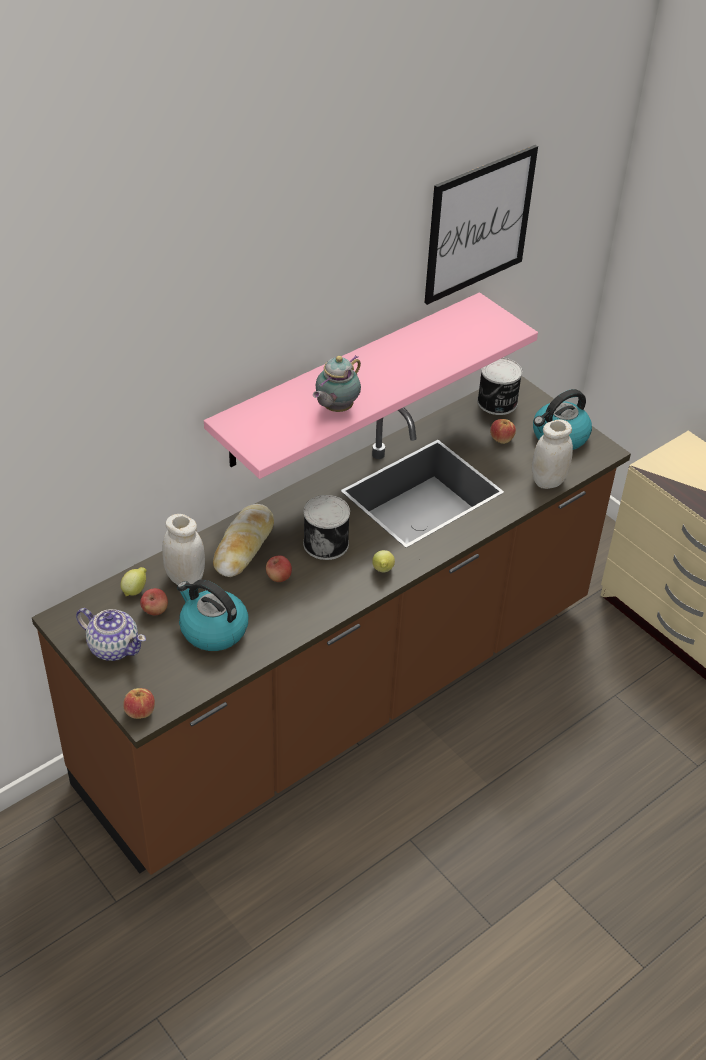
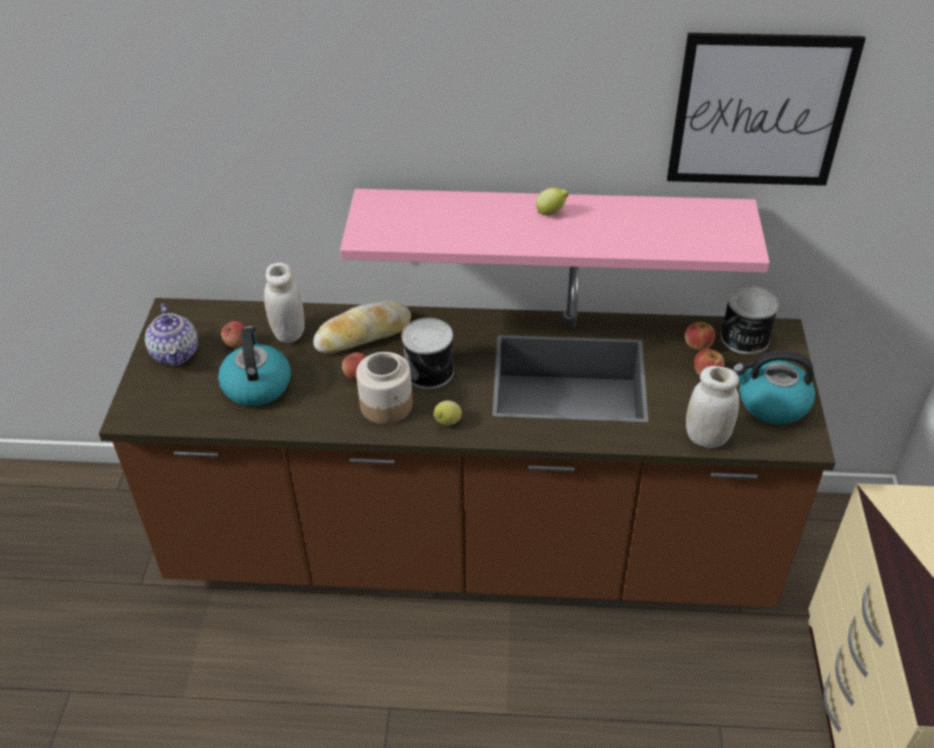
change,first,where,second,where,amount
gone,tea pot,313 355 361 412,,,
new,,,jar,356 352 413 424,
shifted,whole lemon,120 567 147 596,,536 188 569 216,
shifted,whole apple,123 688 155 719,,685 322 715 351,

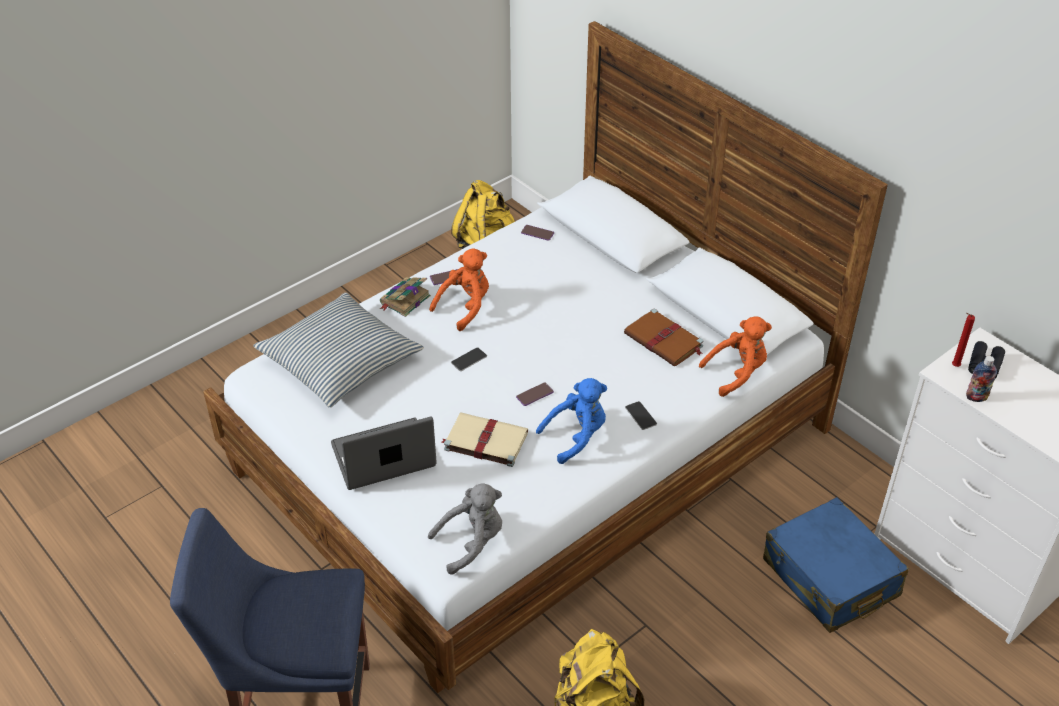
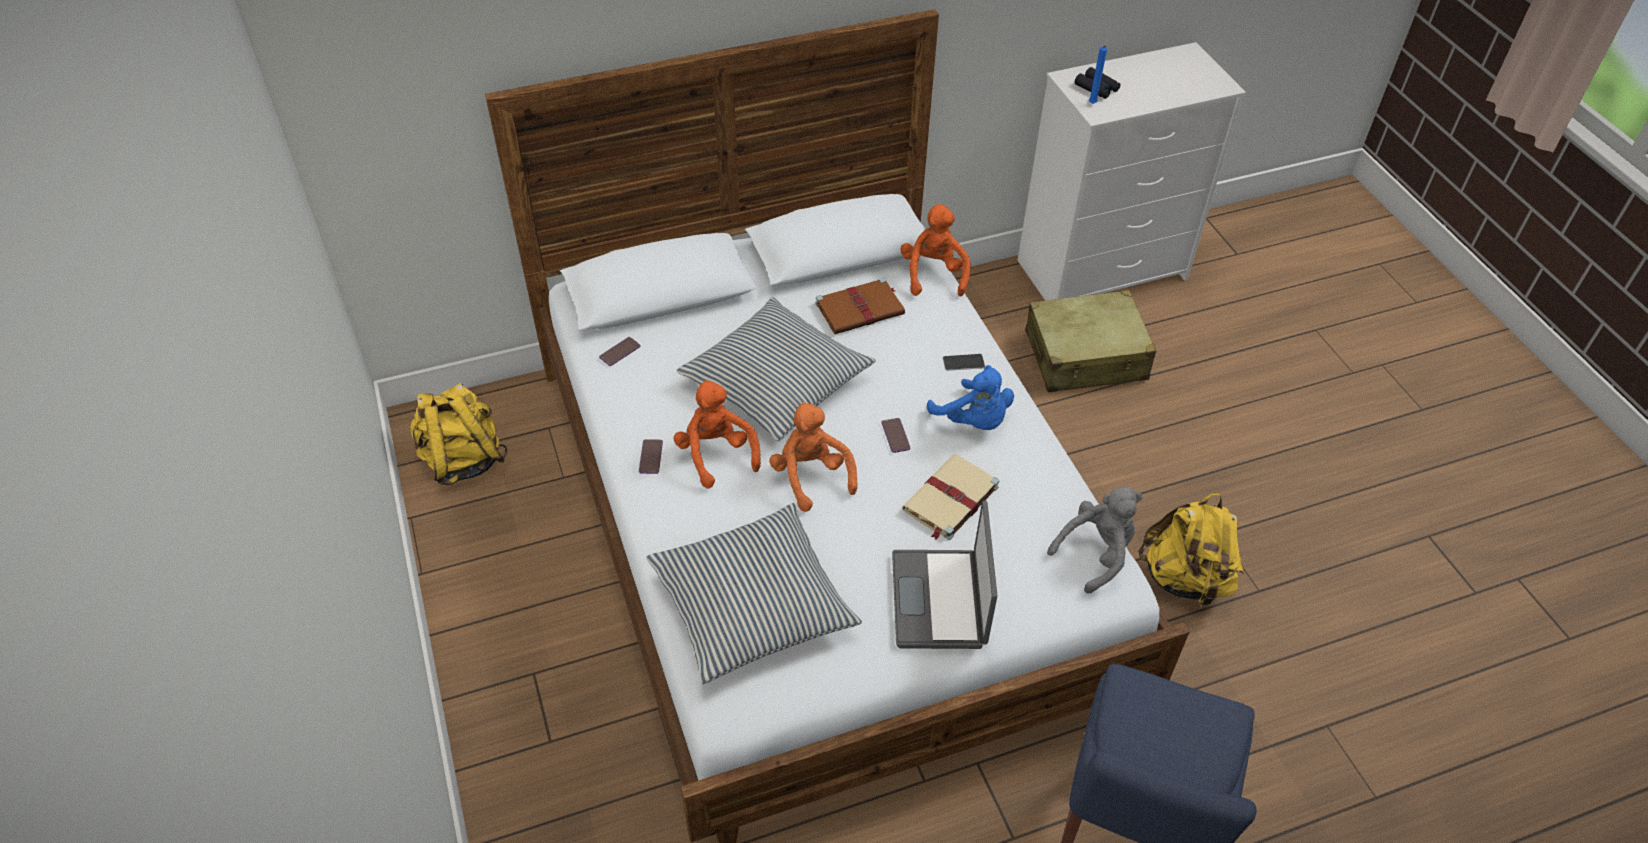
change,first,where,second,where,amount
gone,book,380 277 431 317,,,
gone,bottle,966 356 997 402,,,
new,,,pillow,676 297 876 441,
swapped,handset,451 347 487 371,soft toy/orange-coloured,769 401 857 512,
repainted,suitcase/bluish,763 497 909 633,suitcase/sand-coloured,1025 290 1156 392,
repainted,wax candle/reddish,952 313 975 367,wax candle/bluish,1089 46 1107 104,
rotated,soft toy/grey,428 484 502 574,,1047 487 1143 594,60 degrees clockwise
rotated,soft toy/bluish,536 378 607 464,,927 365 1014 430,150 degrees clockwise

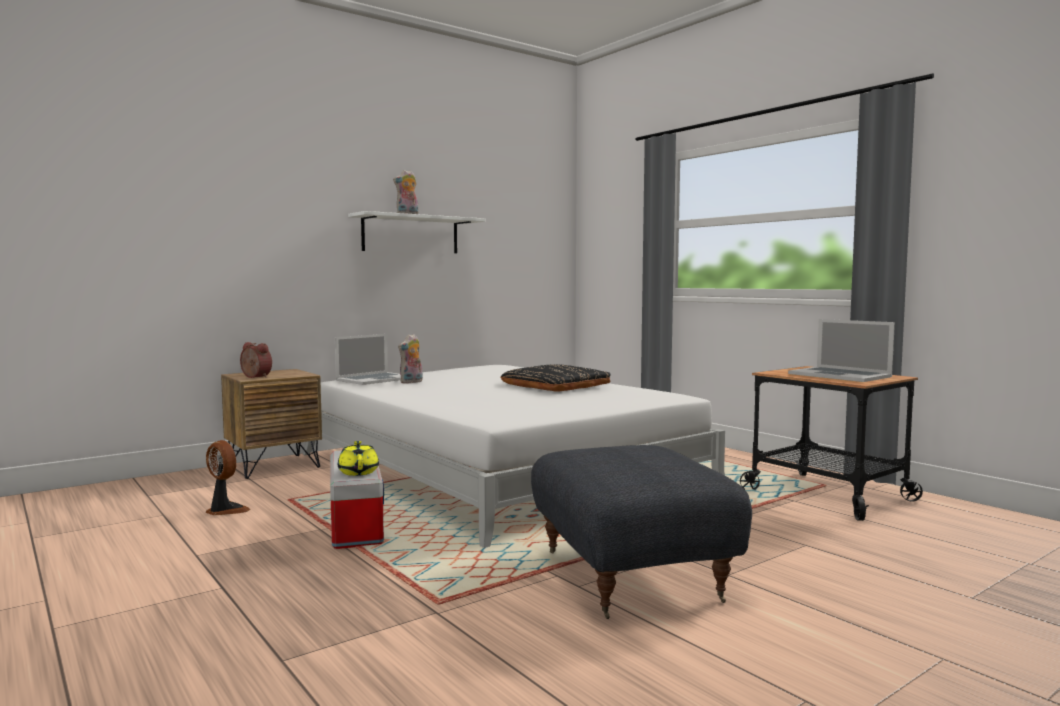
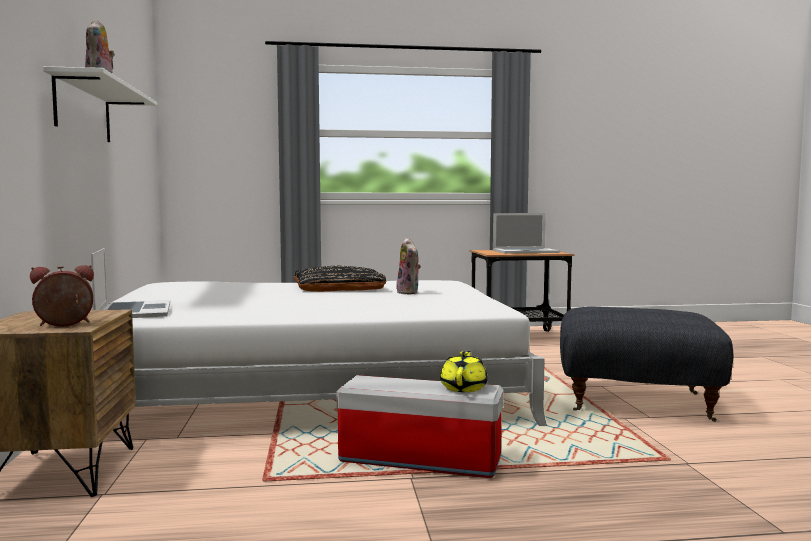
change,first,where,second,where,amount
gone,fan,206 440 251 515,,,
shifted,soft toy,398 334 423 384,,396 238 421 294,
rotated,tea pot/yellow-coloured,338 441 379 476,,440 351 488 392,90 degrees clockwise

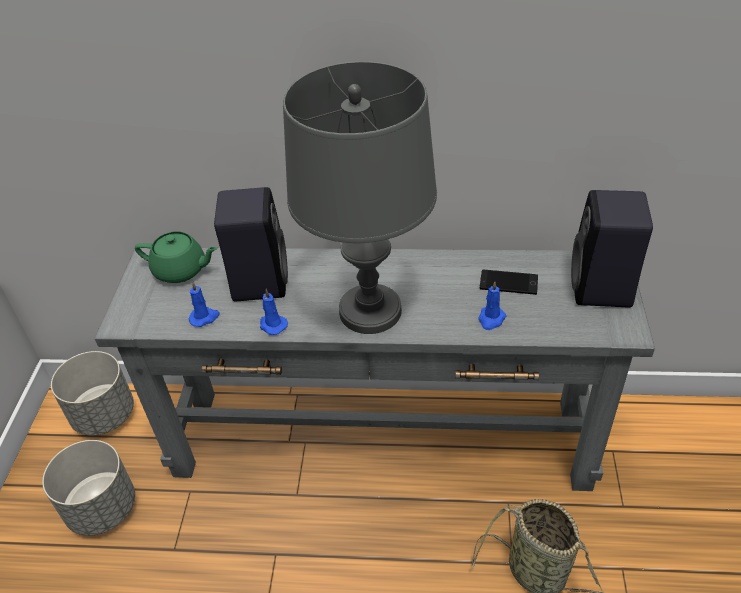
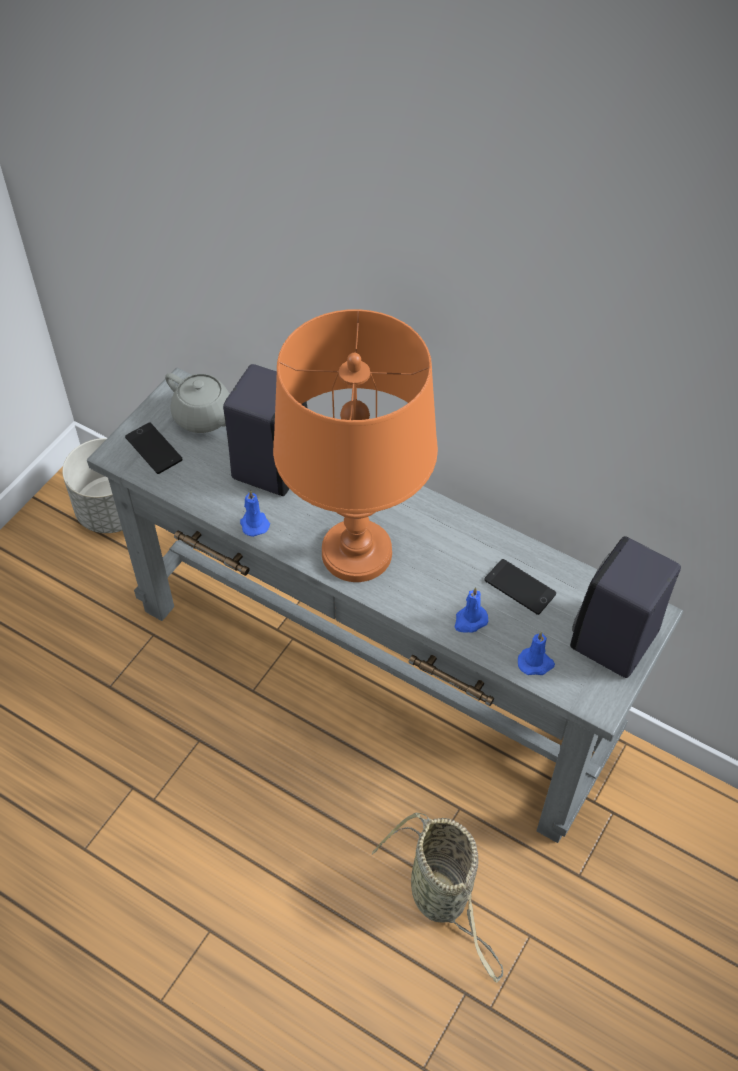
change,first,where,second,where,amount
gone,planter/grey,42 440 135 536,,,
new,,,handset,125 422 183 474,
shifted,wax candle/bluish,189 282 220 327,,518 631 555 675,
repainted,tea pot/green-coloured,135 232 218 283,tea pot/grey,165 373 230 433,
repainted,tabletop lamp/grey,283 61 437 334,tabletop lamp/orange-coloured,273 309 438 582,

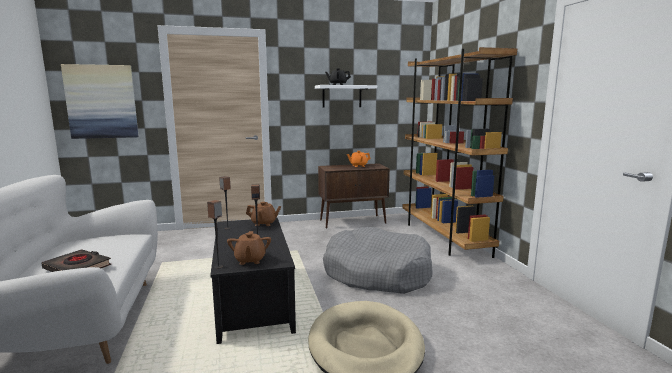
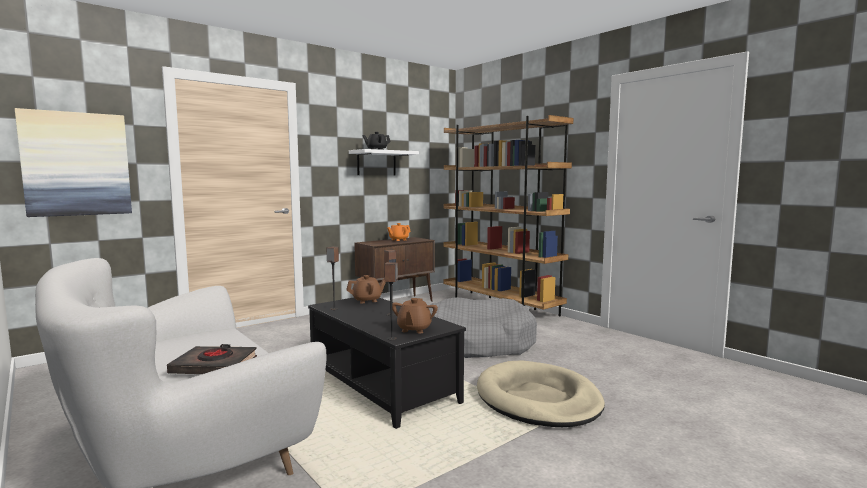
change,first,where,second,where,amount
rotated,tea pot/brown-coloured,227 231 271 265,,392 298 438 334,45 degrees clockwise

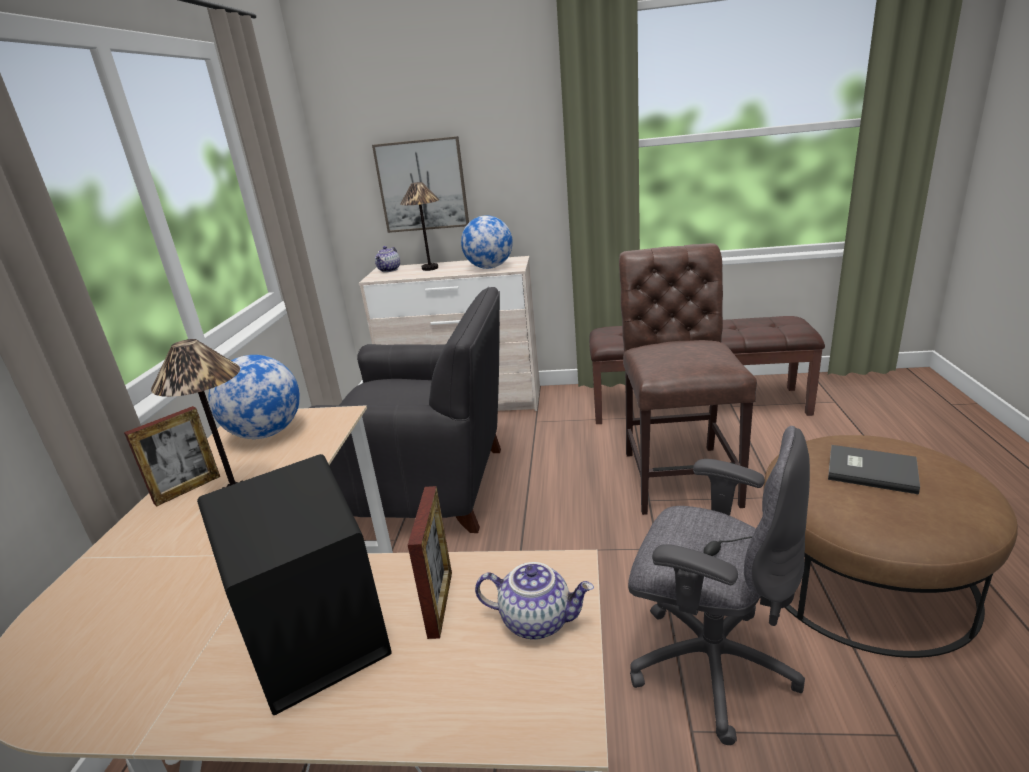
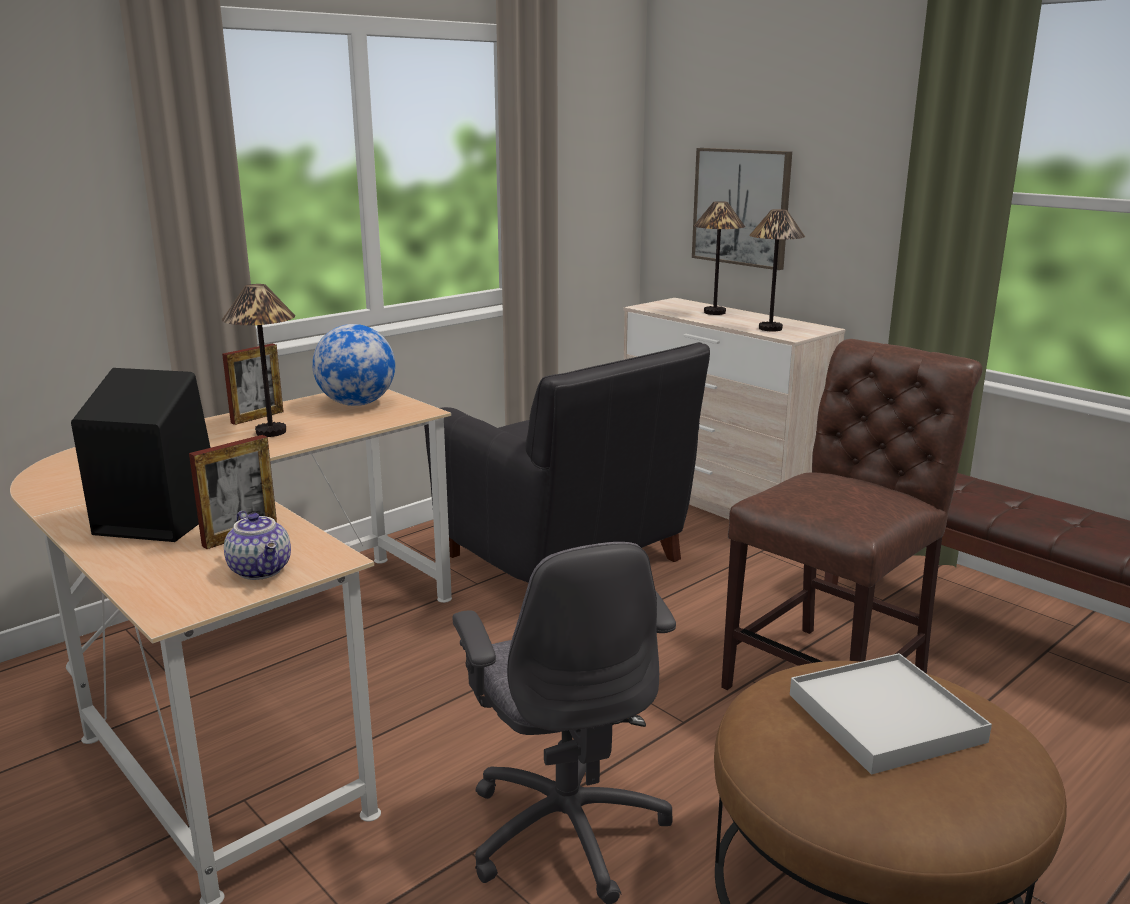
change,first,where,second,where,amount
gone,tea pot,375 246 400 272,,,
swapped,world globe,461 215 513 269,tabletop lamp,749 209 805 331,
swapped,book/grey,828 445 920 494,serving tray/whitish,790 653 992 775,
rotated,standing frame,124 406 220 507,,222 344 284 425,45 degrees counterclockwise

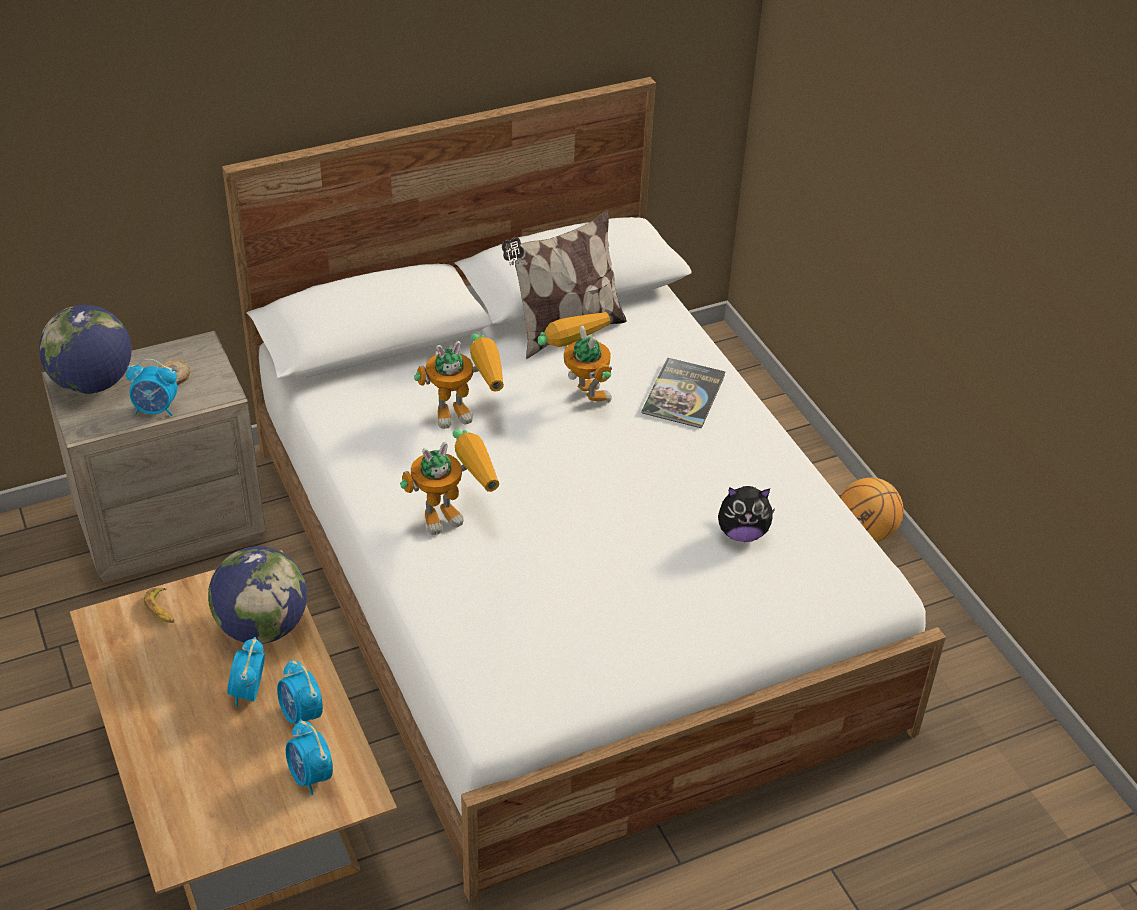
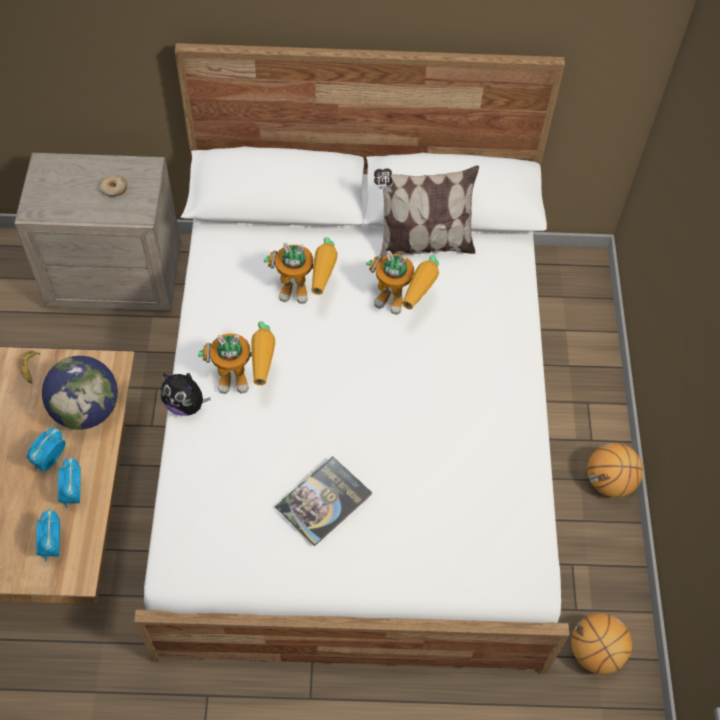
change,first,where,second,where,amount
gone,world globe,39 305 132 394,,,
gone,alarm clock,126 359 177 416,,,
new,,,basketball ball,571 613 632 674,
shifted,book,642 358 725 428,,275 456 372 546,
shifted,soft toy,718 486 775 542,,161 373 211 416,
rotated,model robot,538 312 612 403,,366 251 439 315,120 degrees clockwise

